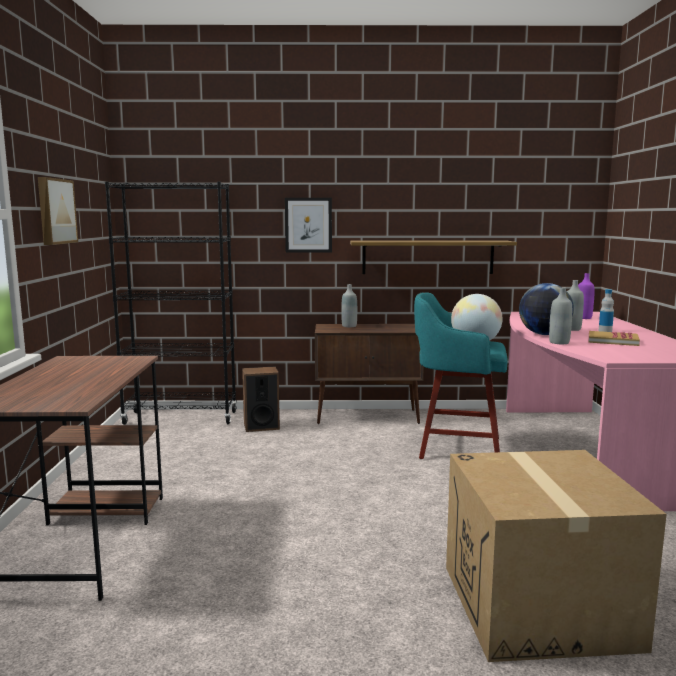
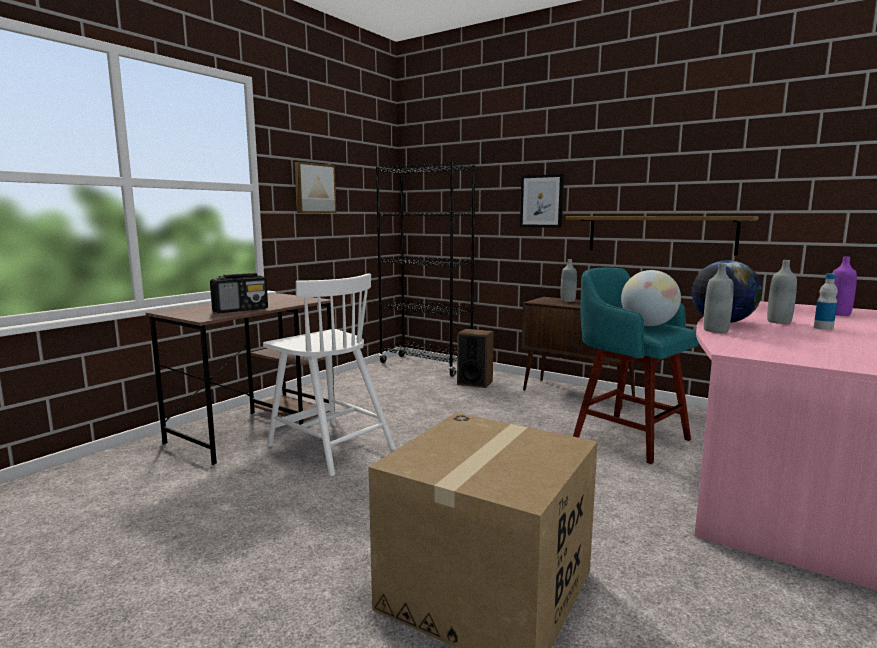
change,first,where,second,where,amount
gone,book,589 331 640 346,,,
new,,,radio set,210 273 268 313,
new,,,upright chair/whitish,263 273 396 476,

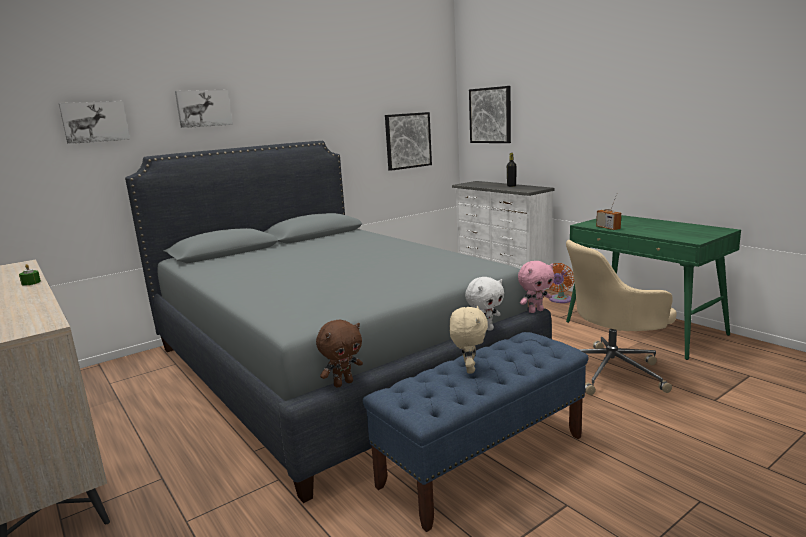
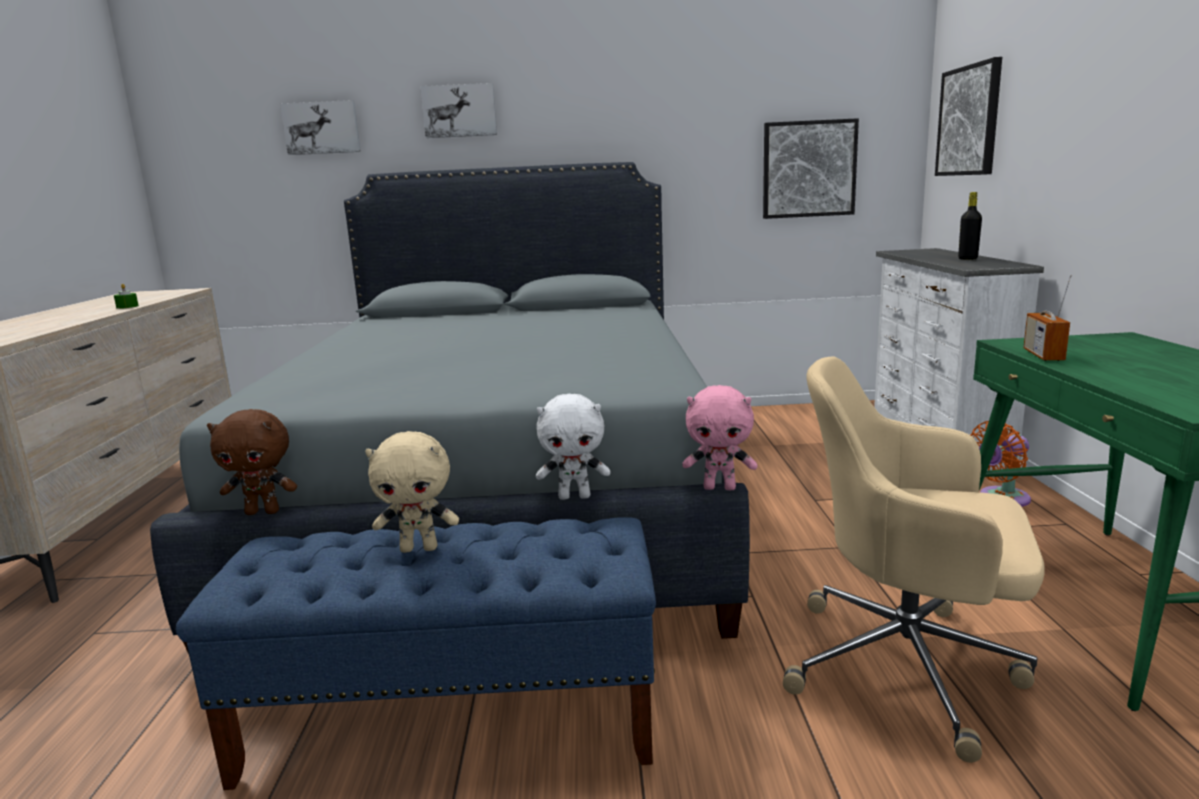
change,first,where,second,where,amount
rotated,soft toy/sand-coloured,450 305 488 373,,365 431 459 553,45 degrees clockwise

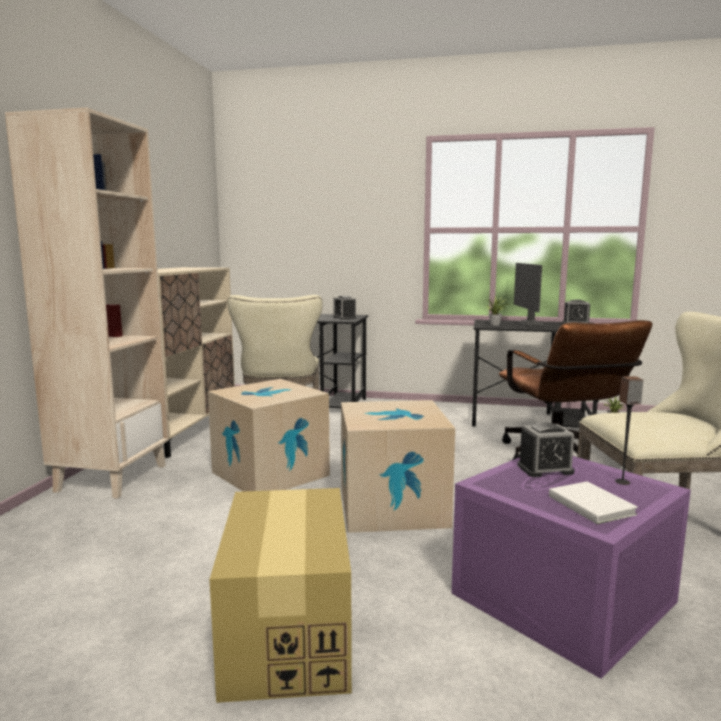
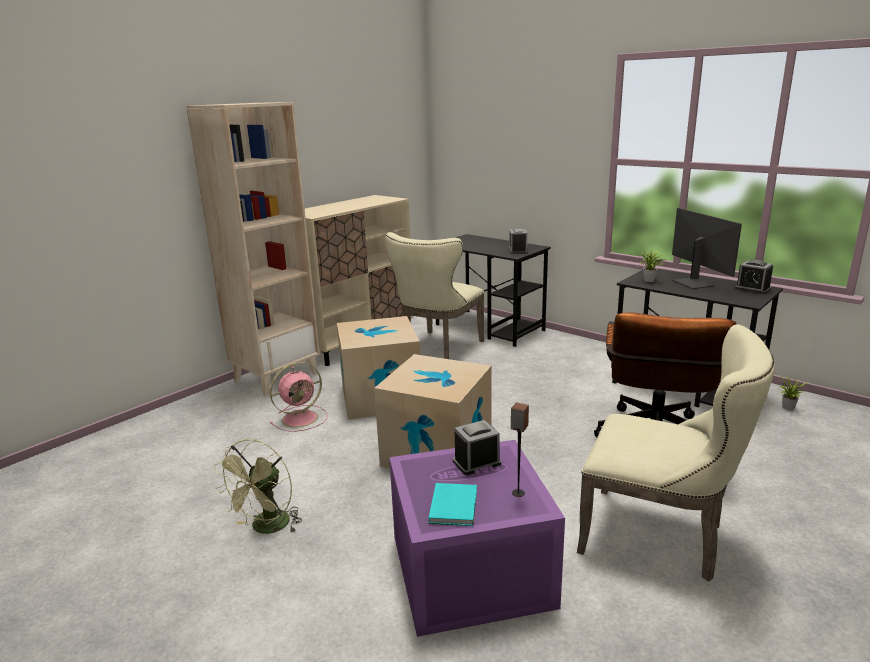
change,first,where,second,where,amount
new,,,fan/pink-coloured,270 362 328 432,
swapped,packing box,209 488 352 703,fan/green-coloured,214 439 302 534,
repainted,book/whitish,549 481 638 524,book/turquoise,428 483 477 526,
rotated,monitor,514 263 547 326,,672 208 742 289,135 degrees clockwise
rotated,alarm clock,517 422 574 477,,453 420 501 475,135 degrees clockwise

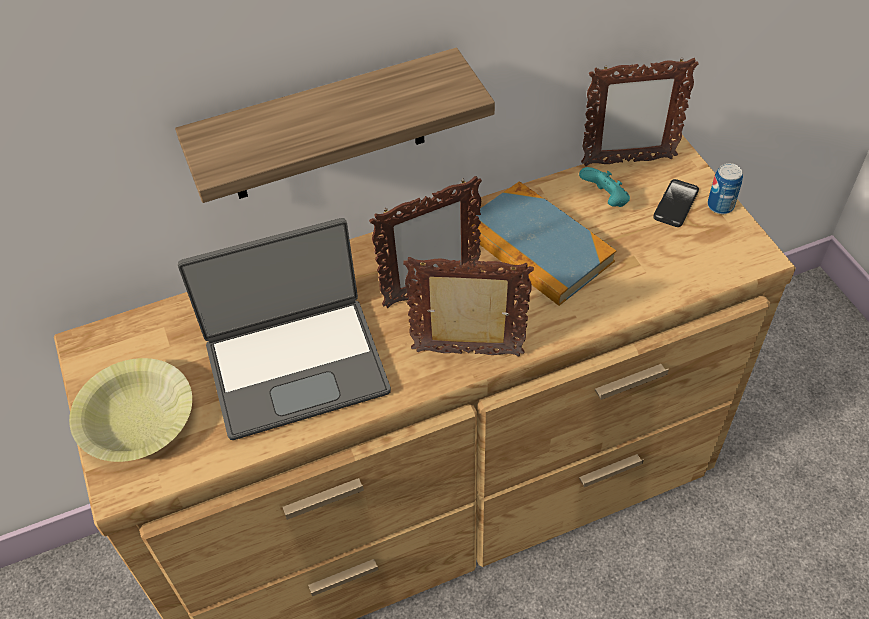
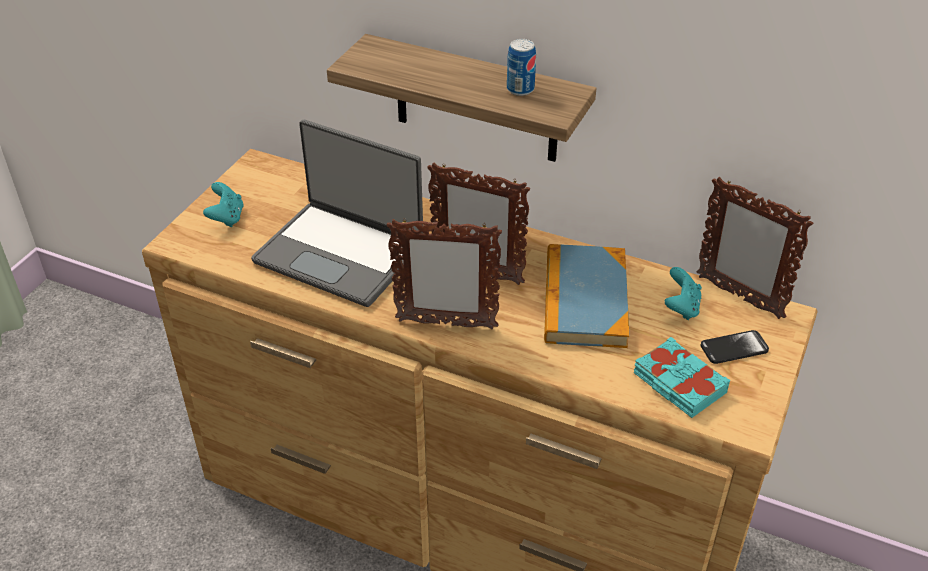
change,first,where,second,where,amount
new,,,book/turquoise,634 337 731 418,
shifted,sealed can,708 163 743 214,,507 39 536 96,
swapped,deep dish/yellow-coloured,69 358 192 462,game controller/turquoise,203 182 244 227,
rotated,standing frame,403 257 534 356,,387 219 502 329,135 degrees clockwise

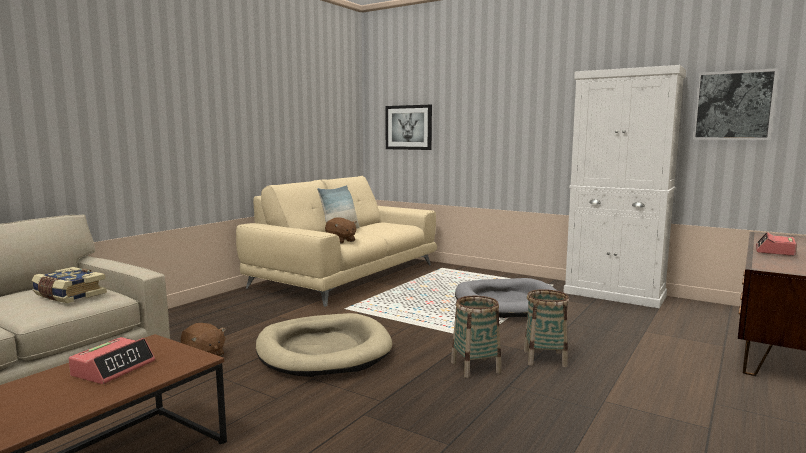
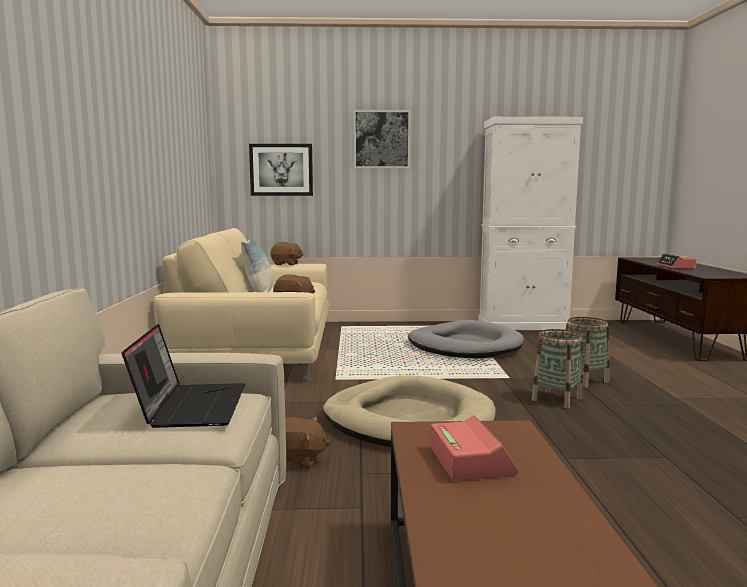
change,first,where,second,where,amount
new,,,soft toy/brown-coloured,271 242 304 265,
shifted,wall art,692 68 778 140,,354 110 411 168,
swapped,book,32 267 107 303,portable computer,122 324 245 428,

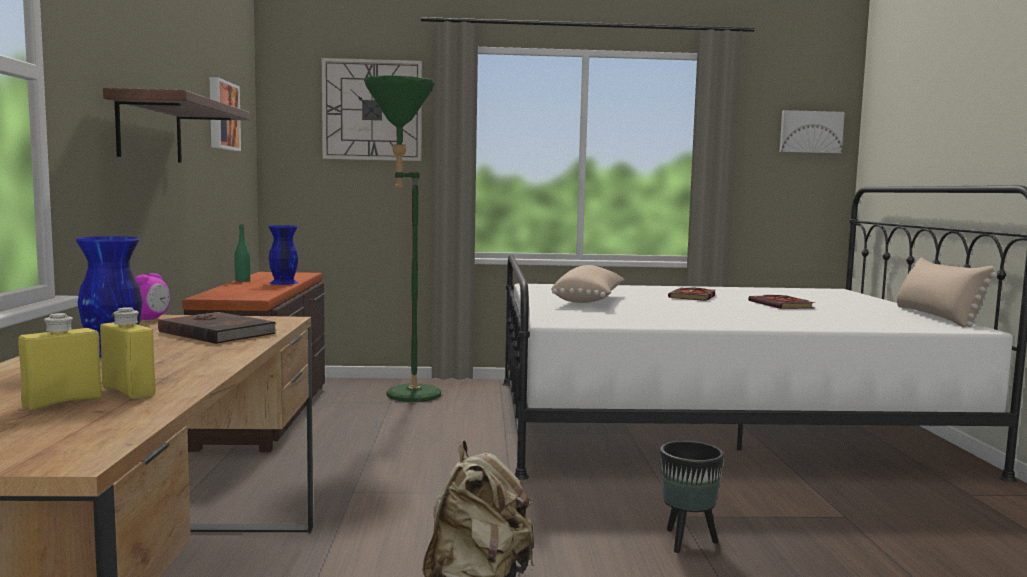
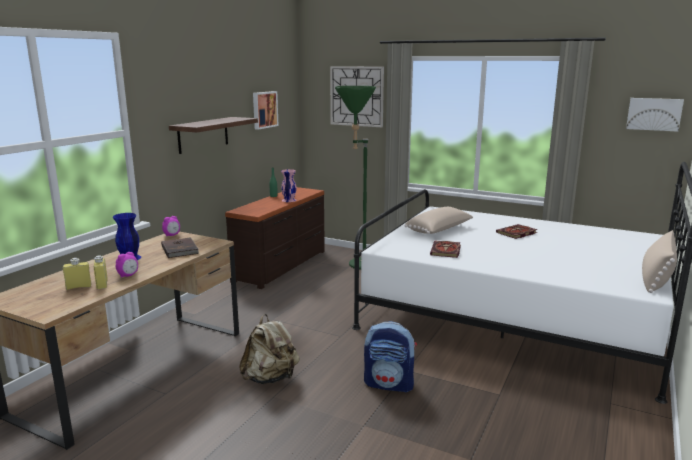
change,first,where,second,where,amount
new,,,alarm clock,116 252 138 278,
shifted,book,748 295 815 309,,430 241 461 258,
swapped,planter/blackish,660 441 724 553,rucksack,364 321 417 393,
repainted,decorative vase/bluish,268 225 299 285,decorative vase/pink-coloured,281 169 297 202,

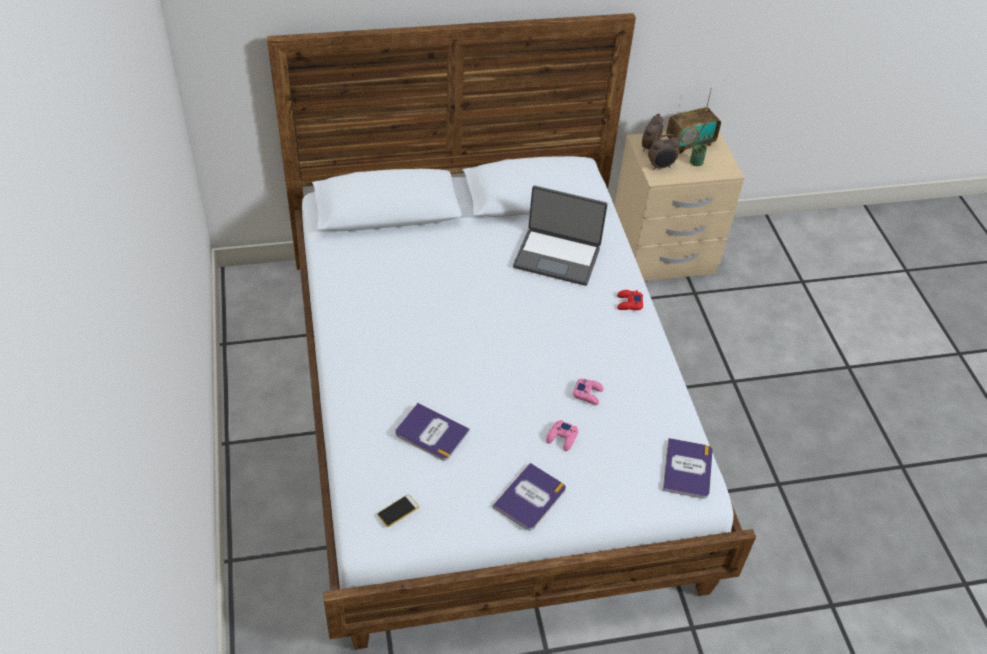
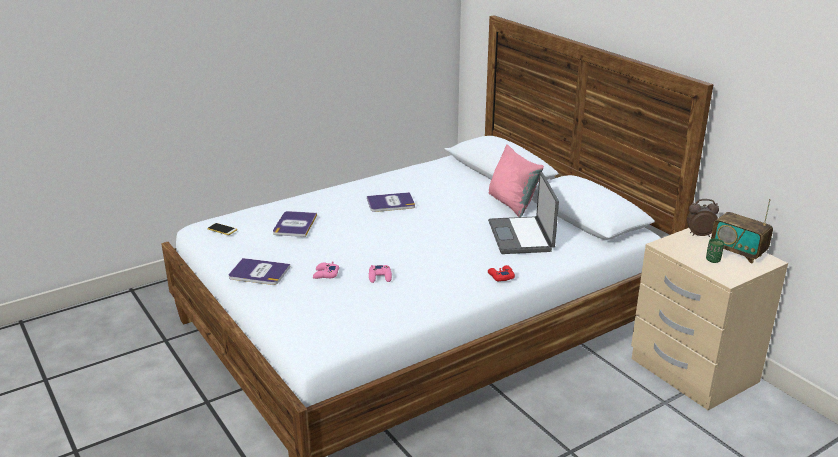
change,first,where,second,where,amount
gone,alarm clock,648 134 680 170,,,
new,,,pillow/pink-coloured,489 144 544 217,
shifted,book,663 438 712 499,,367 192 415 212,

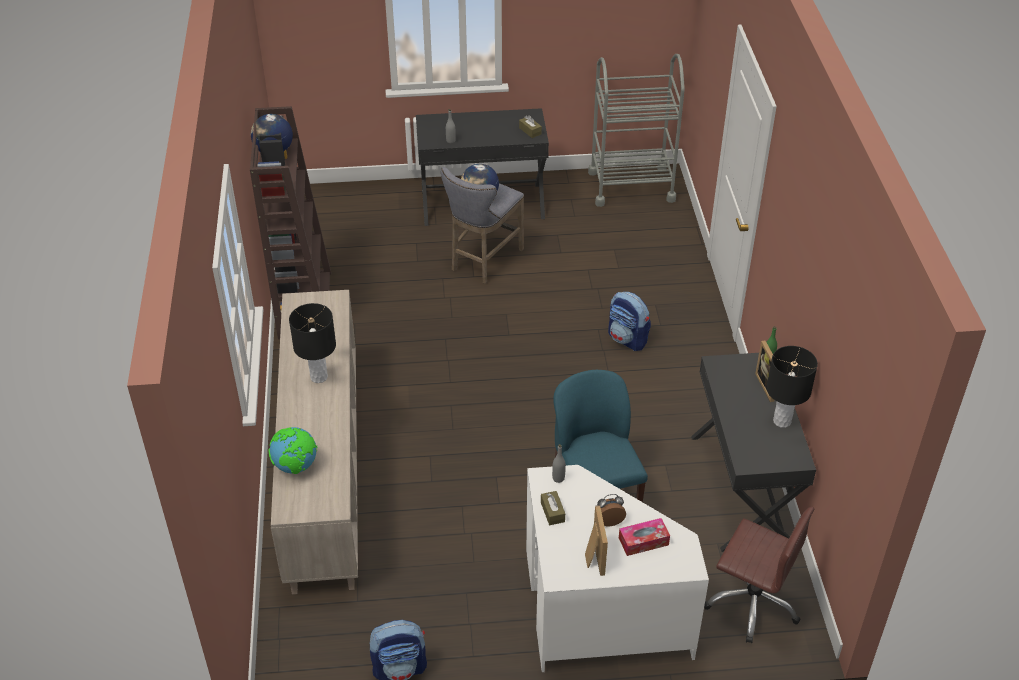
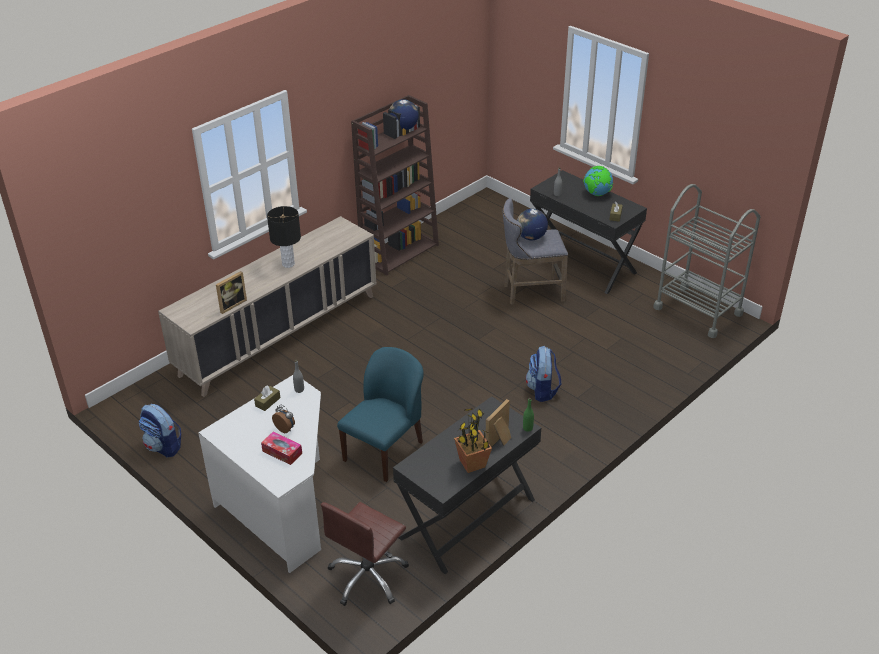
change,first,where,second,where,amount
shifted,world globe,269 427 317 474,,583 166 613 196,
shifted,standing frame,585 505 608 576,,216 271 247 314,
swapped,tabletop lamp/blackish,767 346 818 428,houseplant,454 408 492 473,
rotated,office chair/brown-coloured,704 507 814 643,,321 502 409 606,45 degrees clockwise

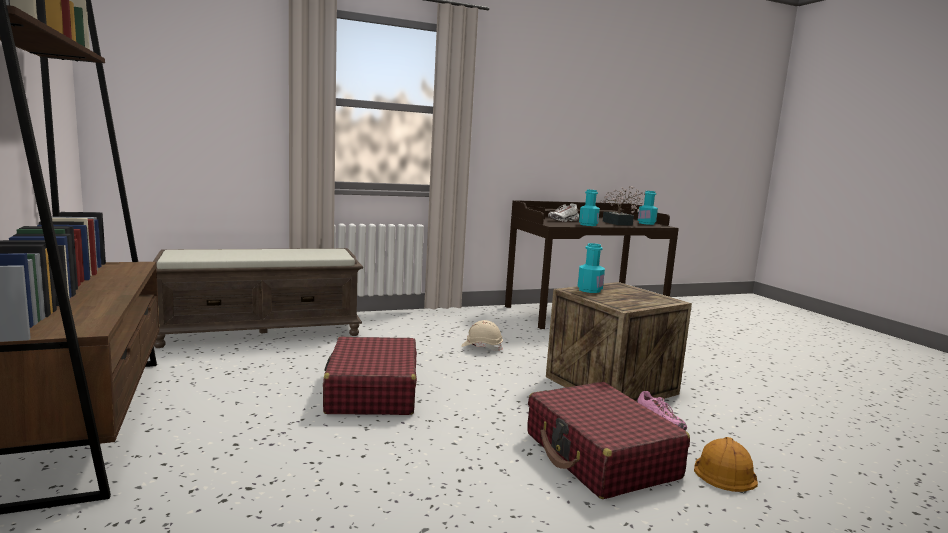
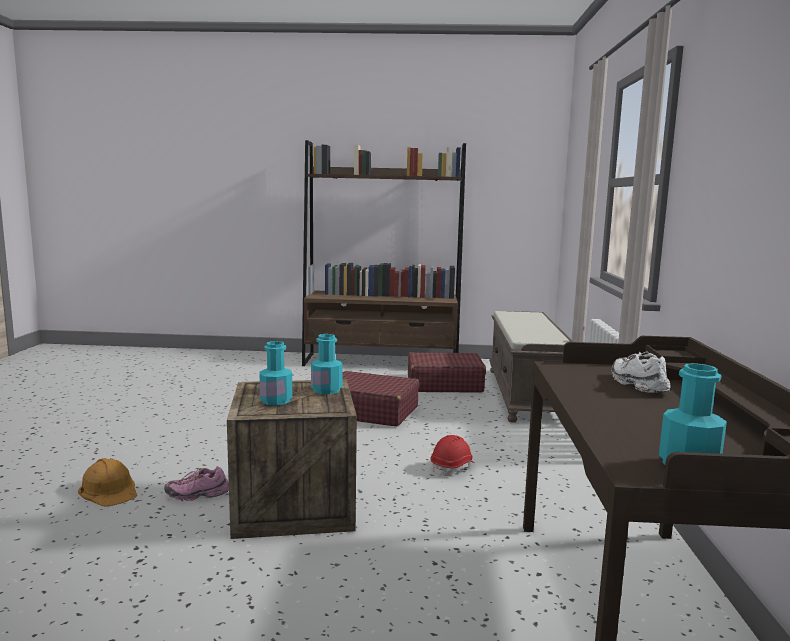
change,first,where,second,where,amount
gone,houseplant,599 186 645 225,,,
shifted,suitcase/reddish,527 382 690 499,,408 352 486 392,
shifted,bottle/turquoise,579 190 600 226,,259 341 292 406,
repainted,work helmet/sand-coloured,461 320 503 351,work helmet/reddish,431 435 475 477,

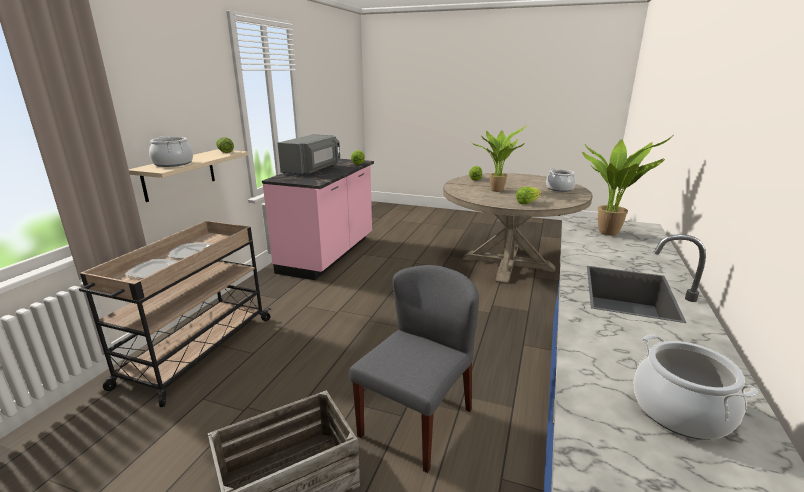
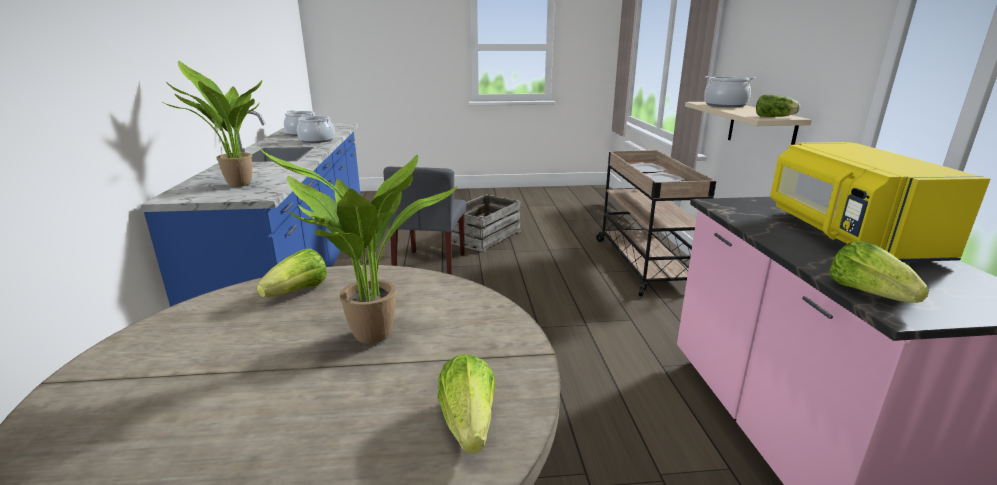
change,first,where,second,where,amount
shifted,cooking pot,546 168 576 192,,297 115 335 143,
repainted,microwave/grey,278 134 340 175,microwave/yellow-coloured,770 142 990 262,

